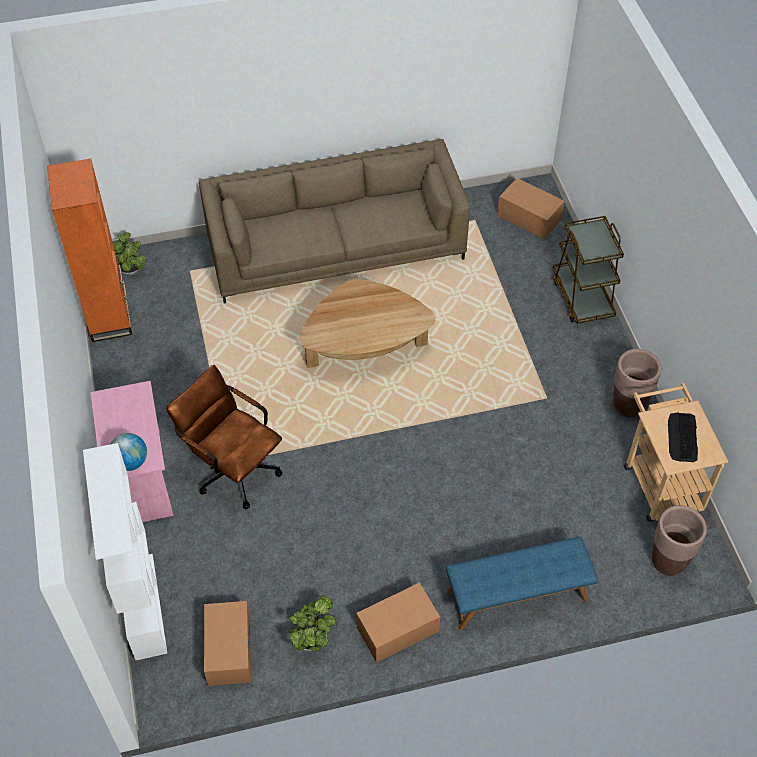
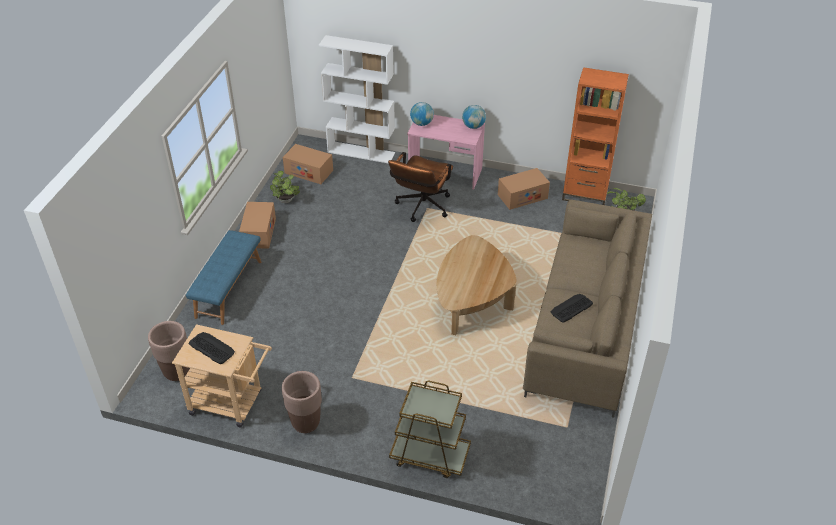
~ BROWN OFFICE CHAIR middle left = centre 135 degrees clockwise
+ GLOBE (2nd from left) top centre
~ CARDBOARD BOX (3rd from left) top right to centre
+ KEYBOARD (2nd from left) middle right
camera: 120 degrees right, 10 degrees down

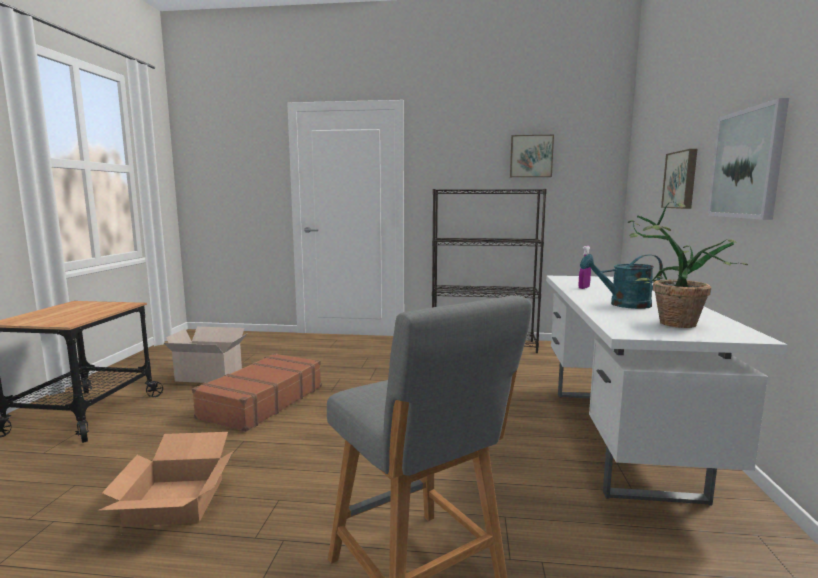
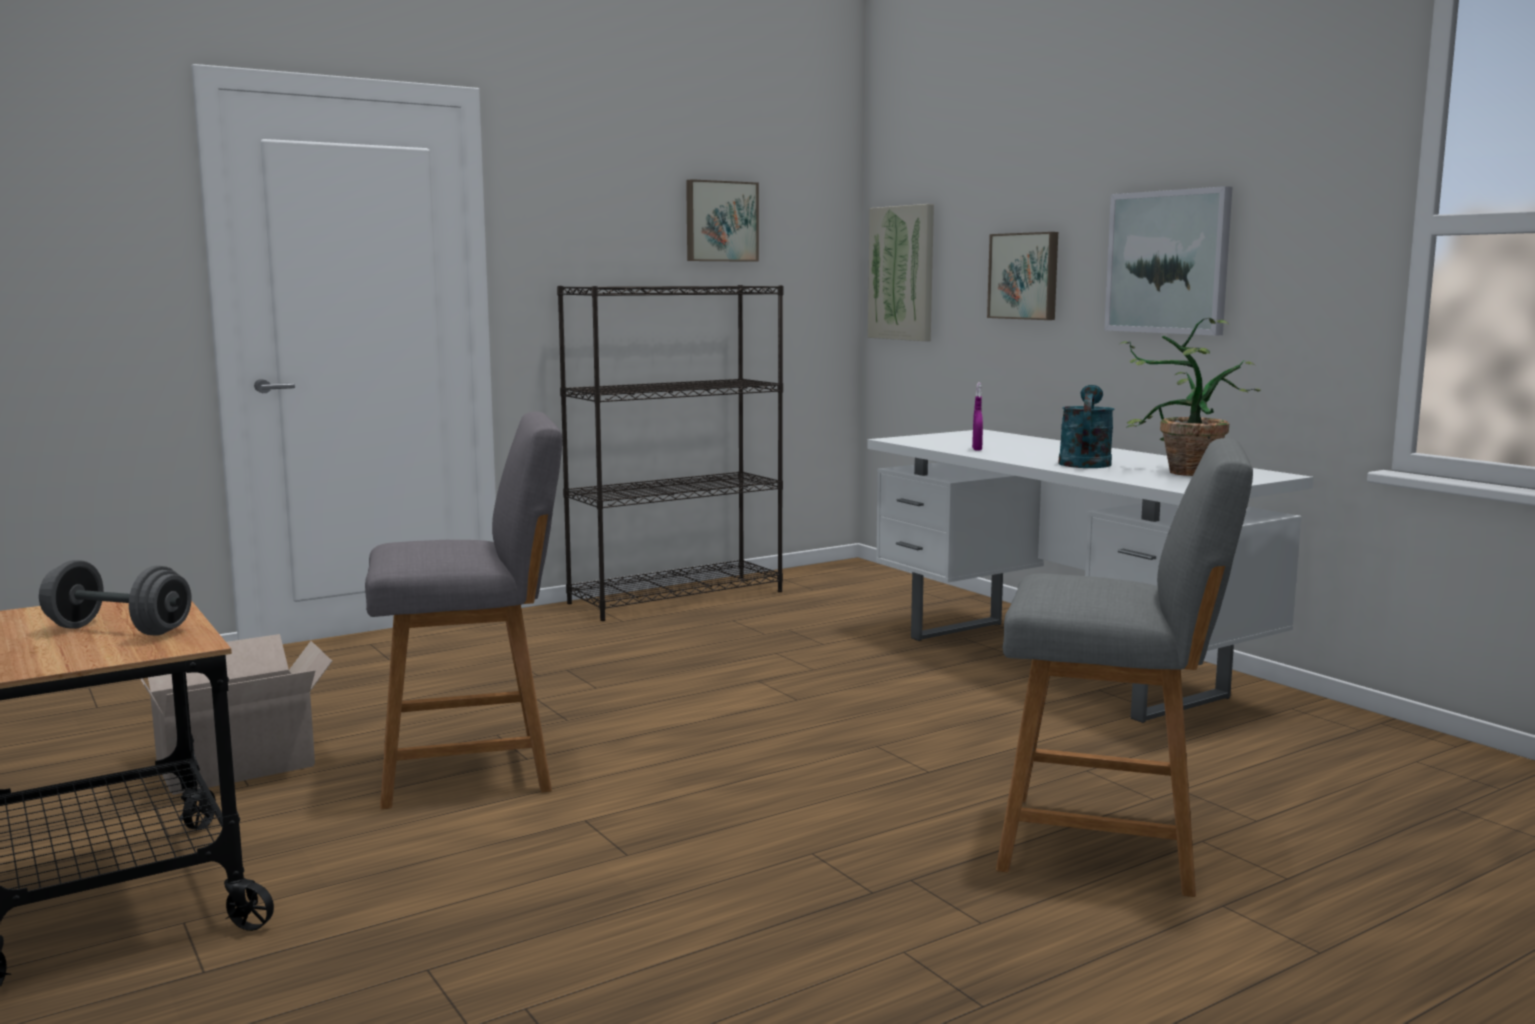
+ GREY DUMBBELL middle left
~ BROWN SUITCASE bottom left to GREY STOOL (1st from left) middle left
+ PICTURE (2nd from left) top centre
~ TURQUOISE WATERING CAN middle right = middle right 150 degrees clockwise
- CARDBOARD BOX (1st from left) bottom left
camera: 40 degrees left, 0 degrees up

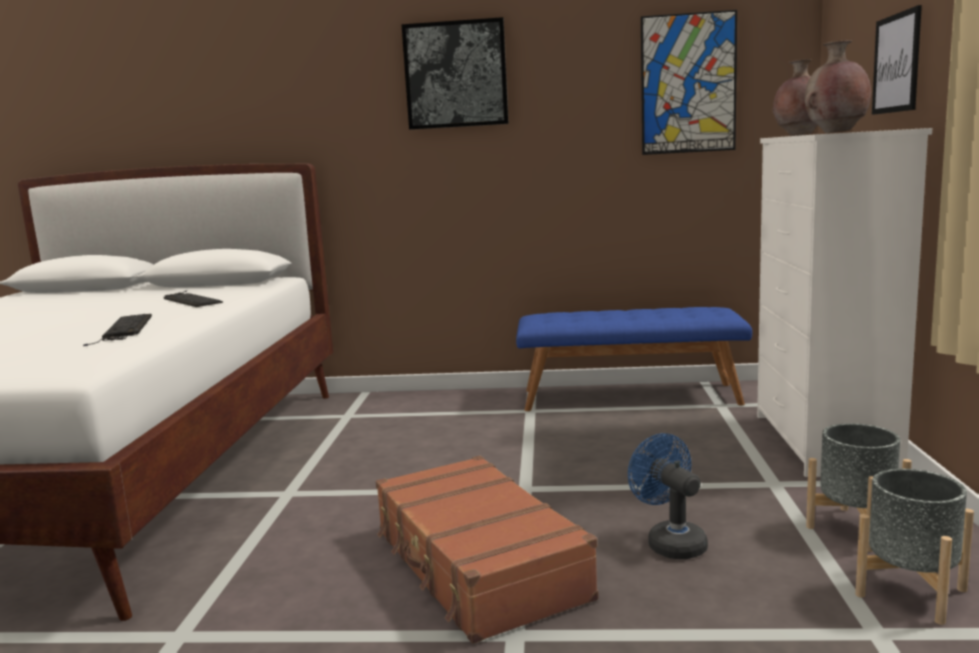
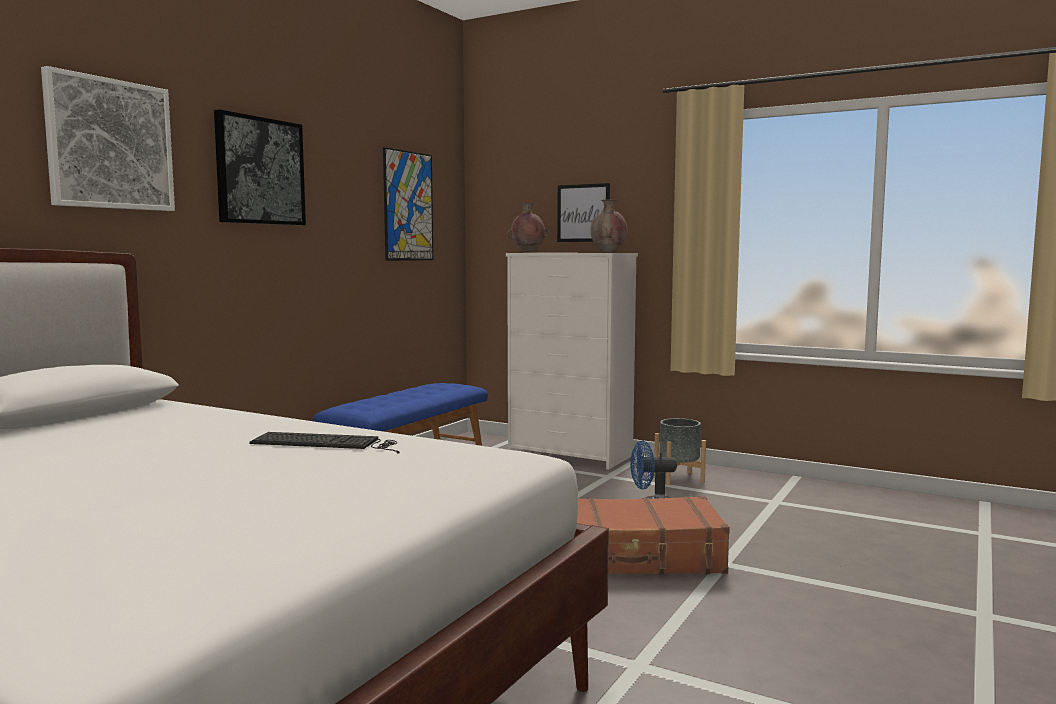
+ PICTURE (1st from left) top left
- KEYBOARD (2nd from left) middle left
- GREY PLANTER (2nd from left) bottom right
camera: 65 degrees left, 5 degrees down

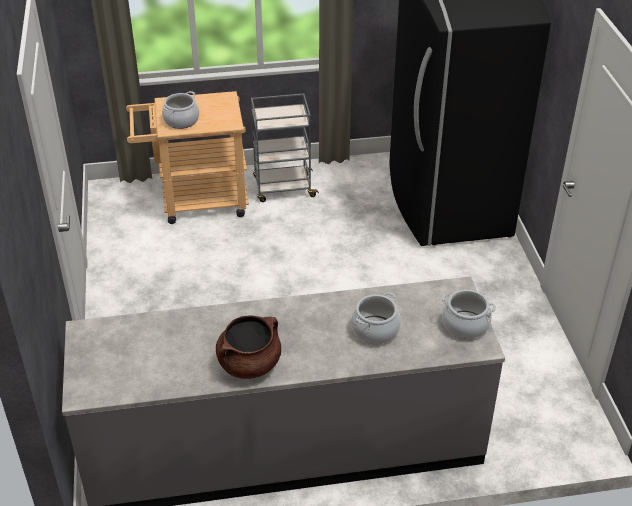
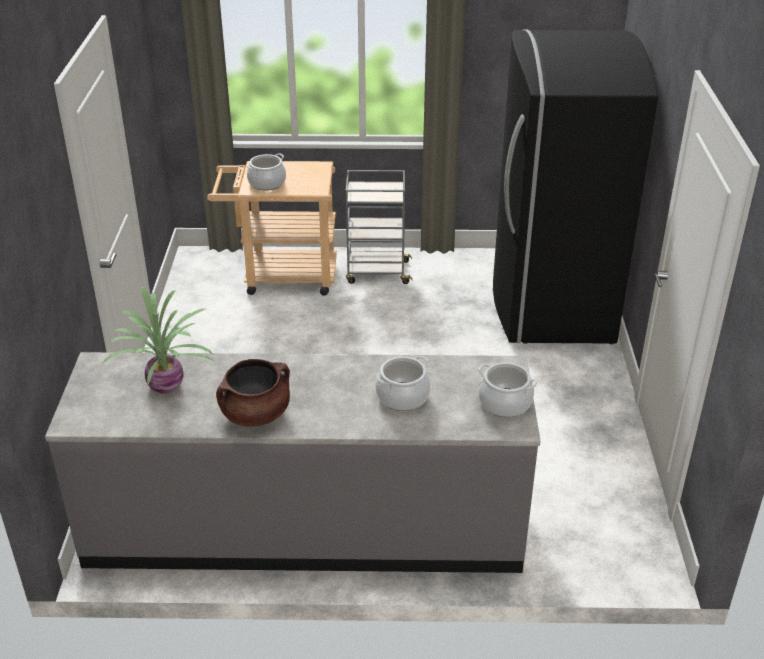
+ POTTED PLANT middle left
camera: 10 degrees right, 5 degrees down

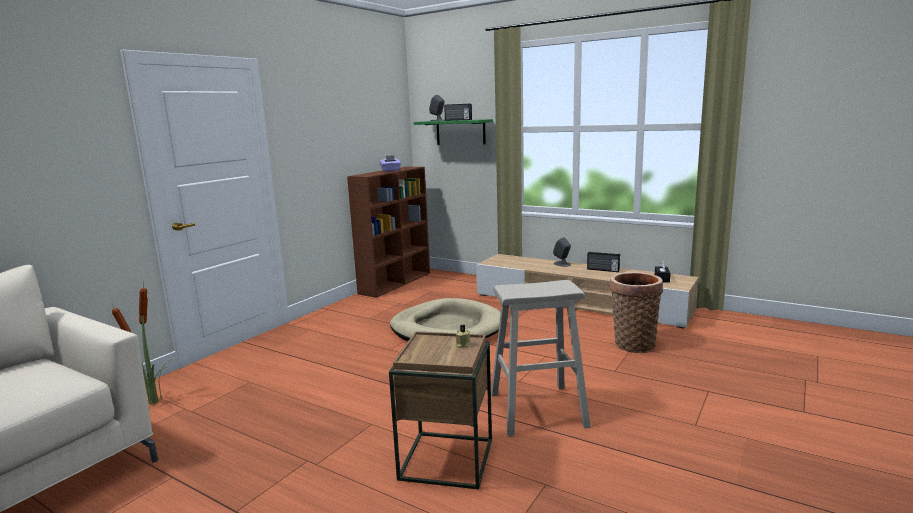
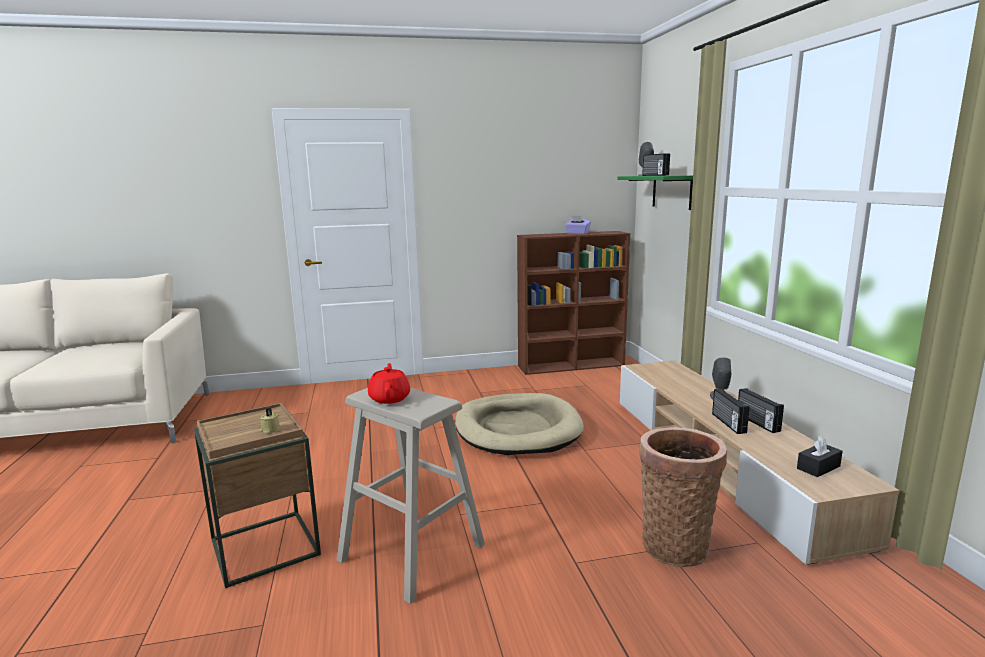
+ RED TEAPOT centre
+ RADIO (2nd from left) middle right
- POTTED PLANT bottom left
camera: 45 degrees right, 0 degrees up

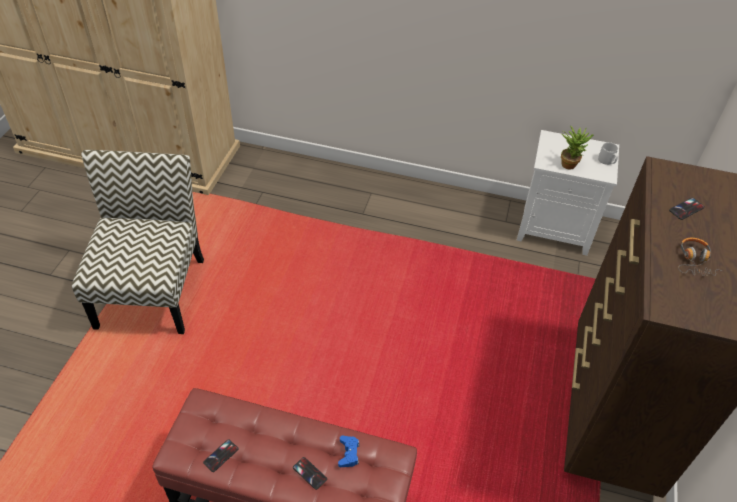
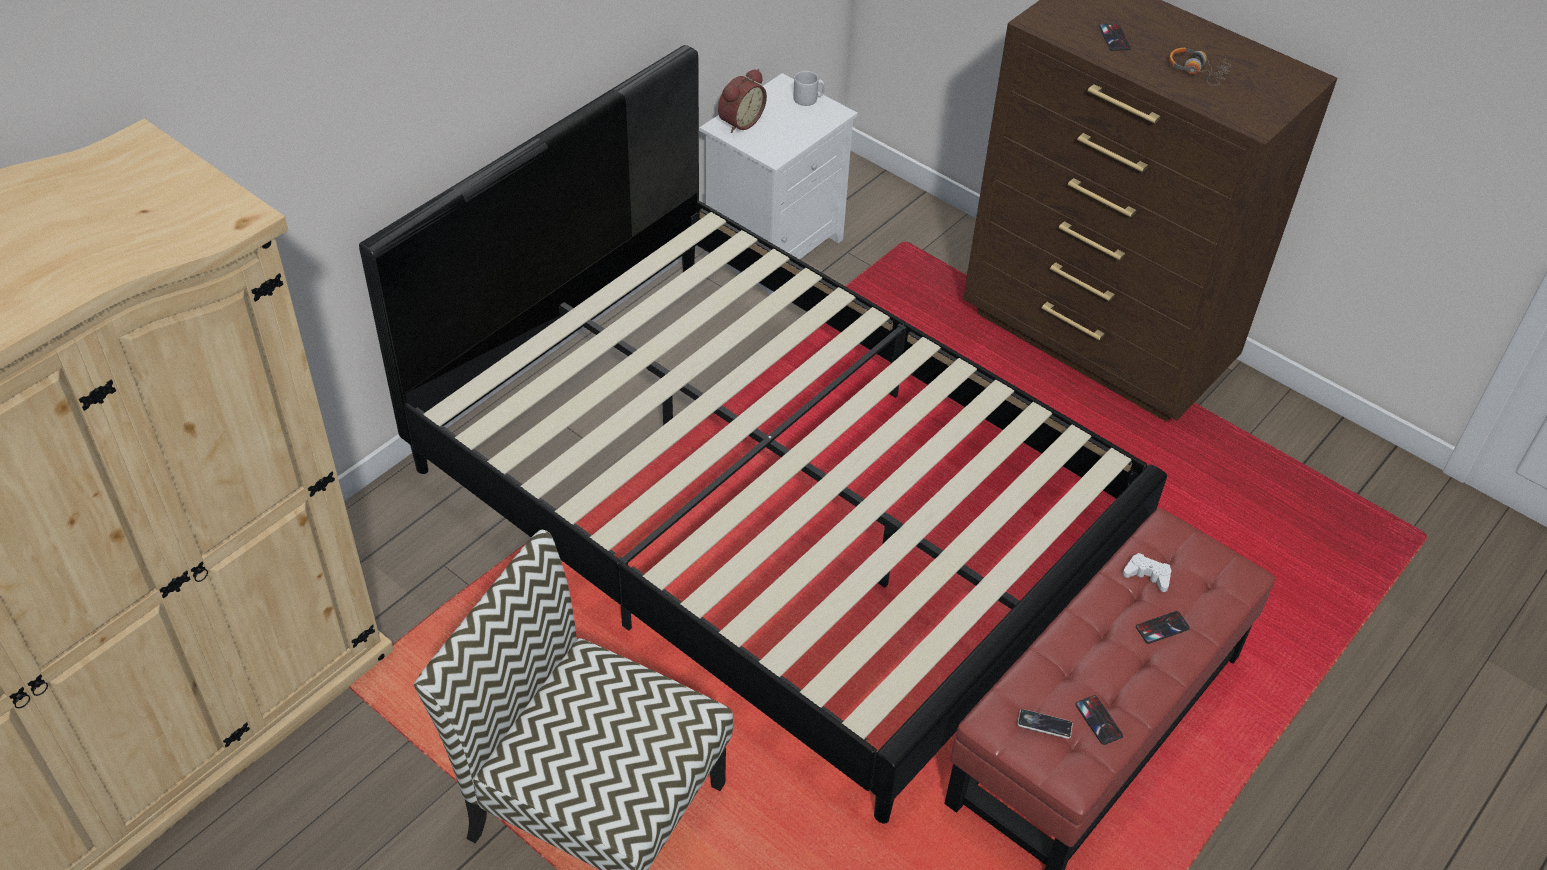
+ BLACK BED centre
+ ALARM CLOCK top centre
+ PHONE (1st from left) bottom right
~ BLUE GAME CONTROLLER bottom centre to WHITE GAME CONTROLLER middle right
- POTTED PLANT top right
camera: 65 degrees left, 0 degrees up

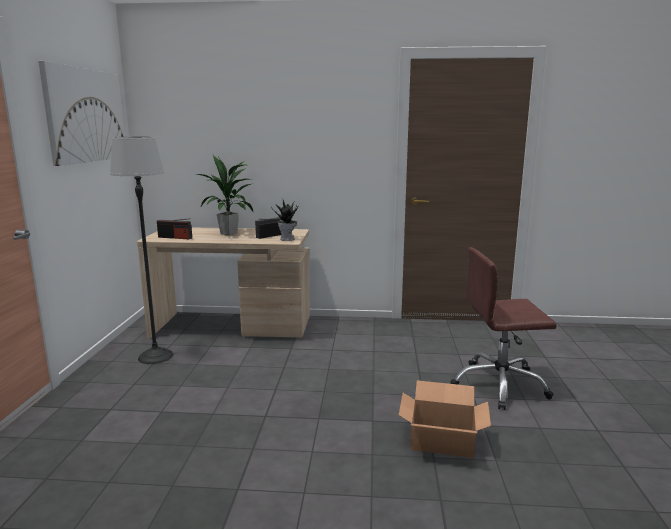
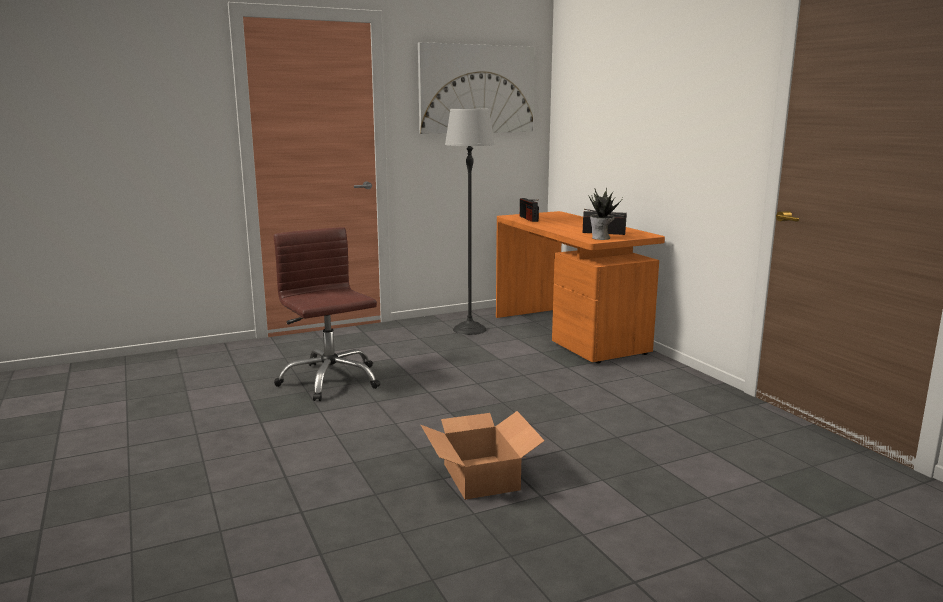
~ BROWN OFFICE CHAIR middle right to centre
~ BEIGE DESK middle left to ORANGE DESK centre
- POTTED PLANT (1st from left) centre
camera: 60 degrees right, 0 degrees up

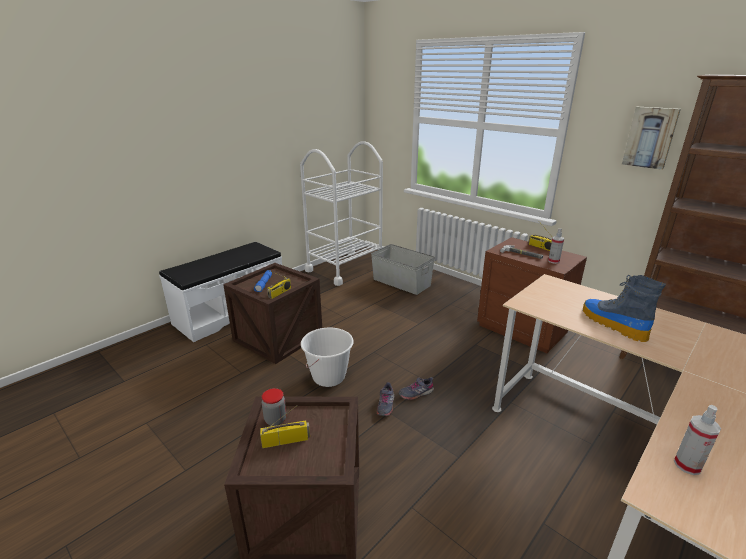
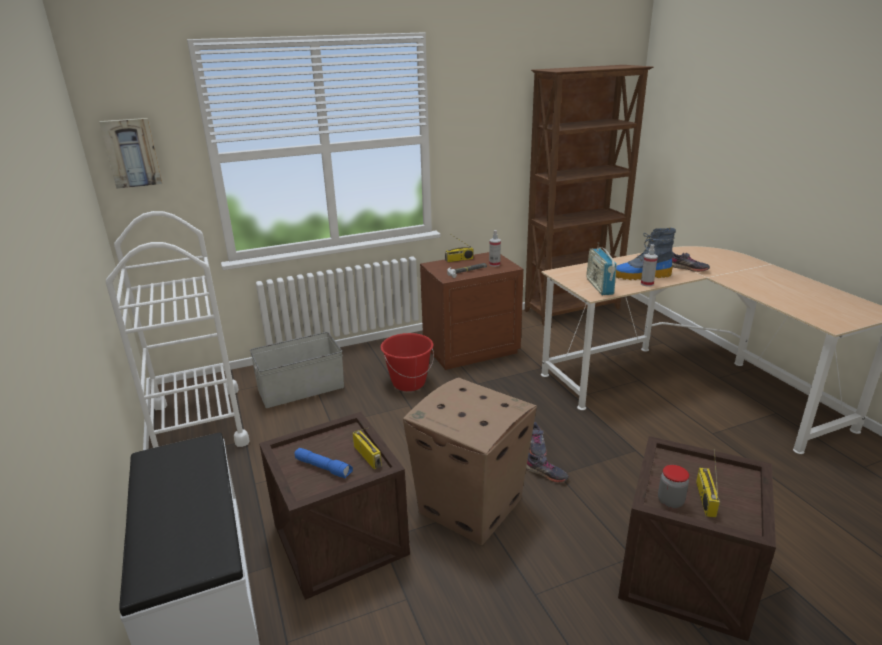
~ PICTURE top right to top left
+ RED BUCKET centre
~ WHITE BUCKET centre to CARDBOARD BOX bottom centre
+ RADIO (3rd from left) middle right
~ SPRAY BOTTLE (2nd from left) bottom right to middle right
+ GREY SHOE (3rd from left) middle right
camera: 65 degrees left, 0 degrees up

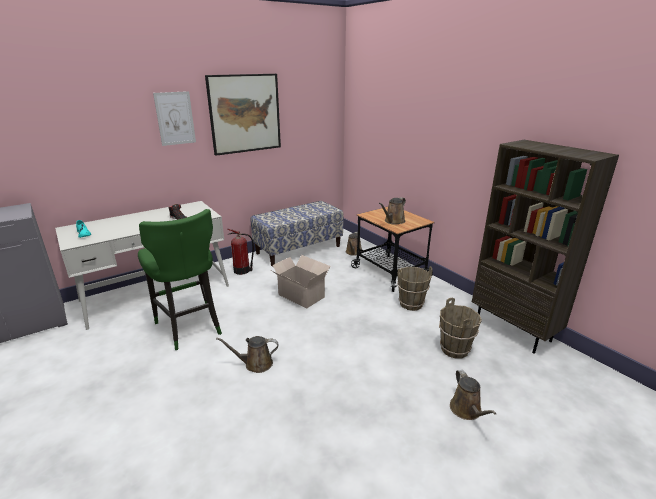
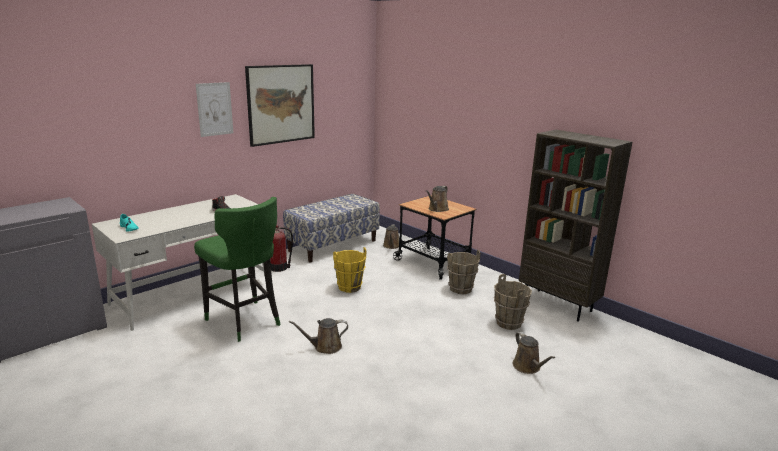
~ CARDBOARD BOX centre to YELLOW BUCKET centre
camera: 10 degrees left, 5 degrees down

